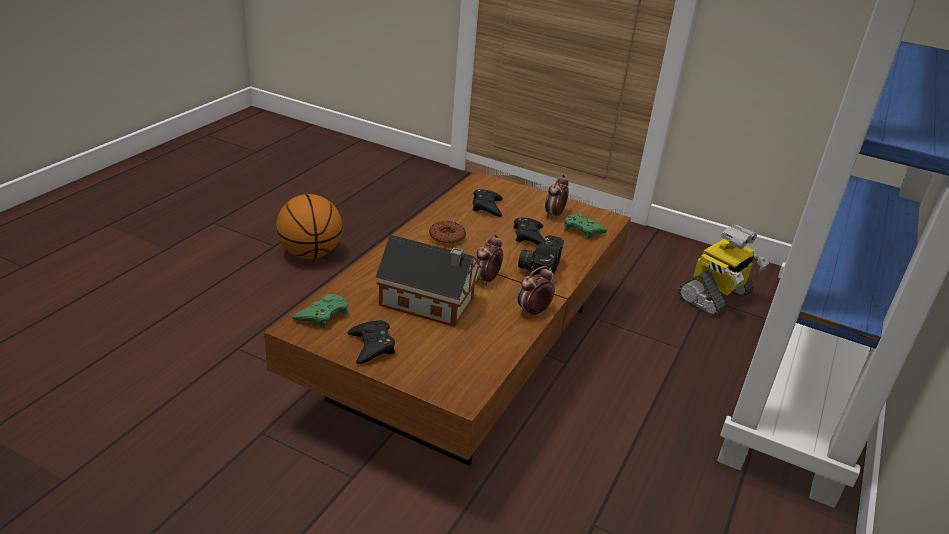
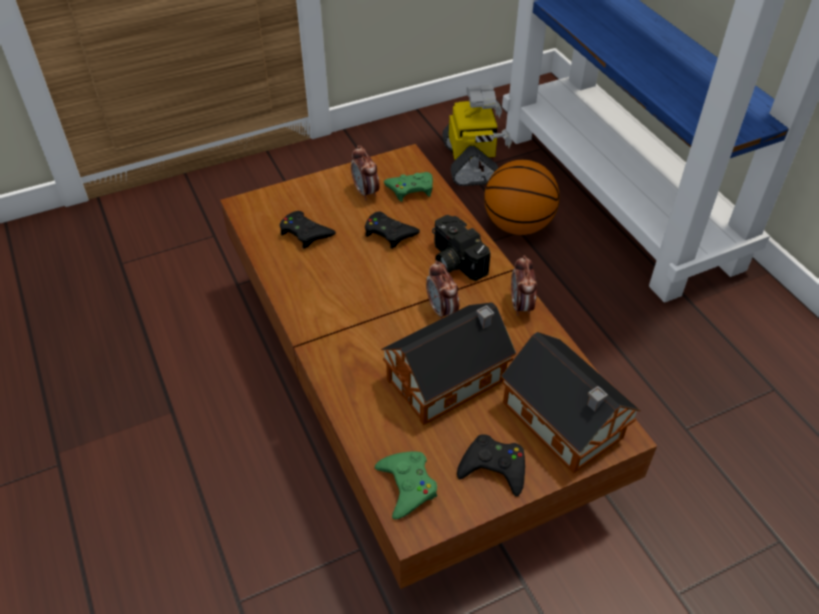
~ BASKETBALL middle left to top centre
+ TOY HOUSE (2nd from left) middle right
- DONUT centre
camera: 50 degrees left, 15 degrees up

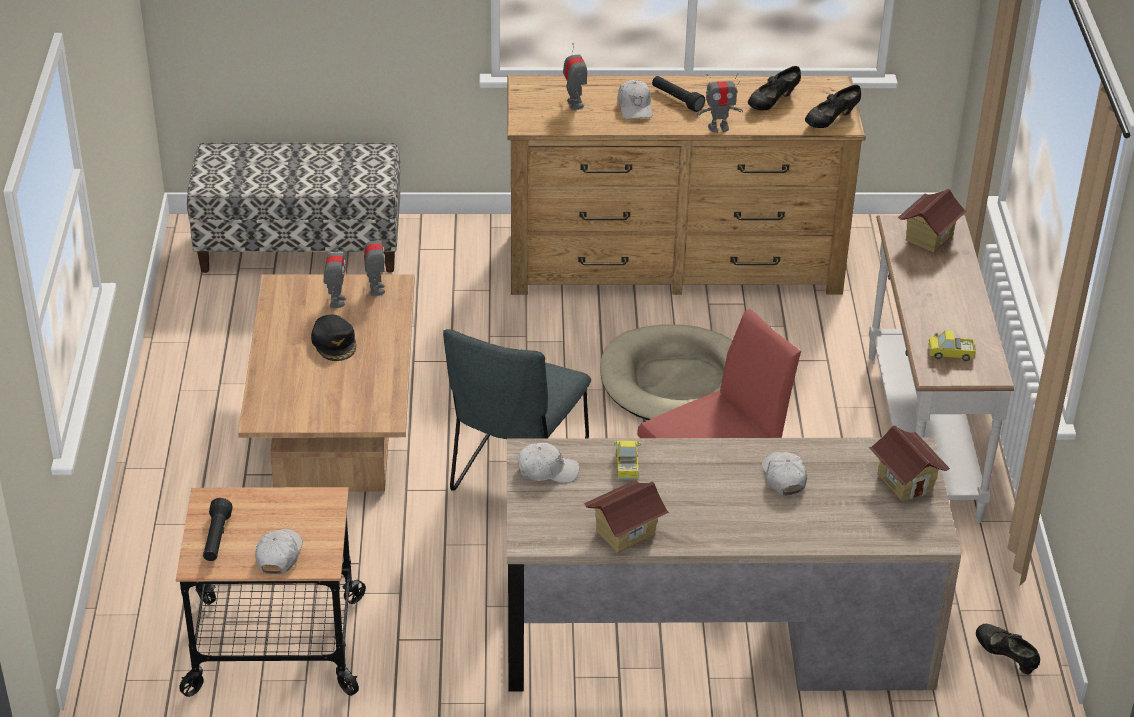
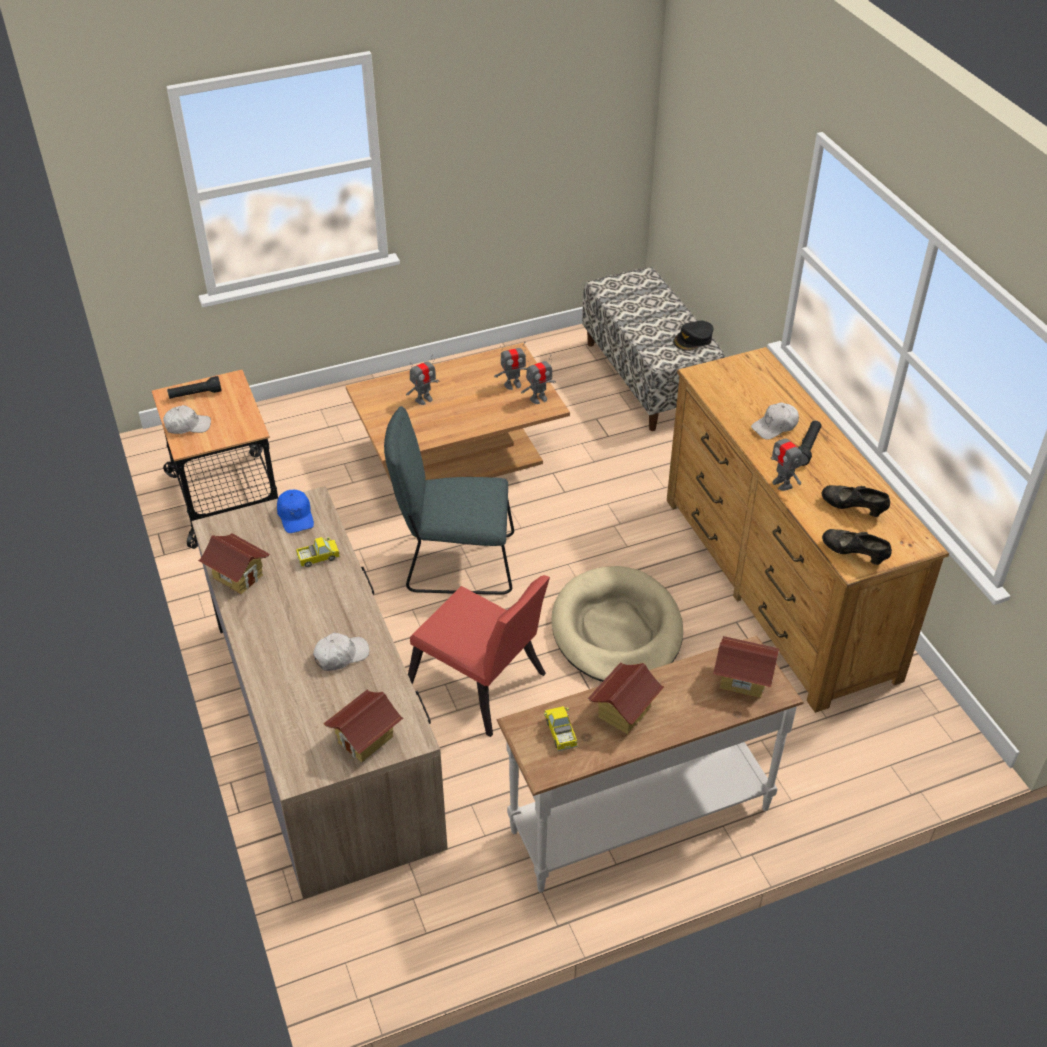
~ WHITE CAP (2nd from left) centre to BLUE CAP middle left
~ TOY ROBOT (3rd from left in the first image) top centre to TOY ROBOT (1st from left) centre
+ TOY HOUSE (3rd from left) bottom centre
~ BLACK CAP middle left to top centre
- BLACK SHOE (3rd from left) bottom right
camera: 70 degrees right, 5 degrees up

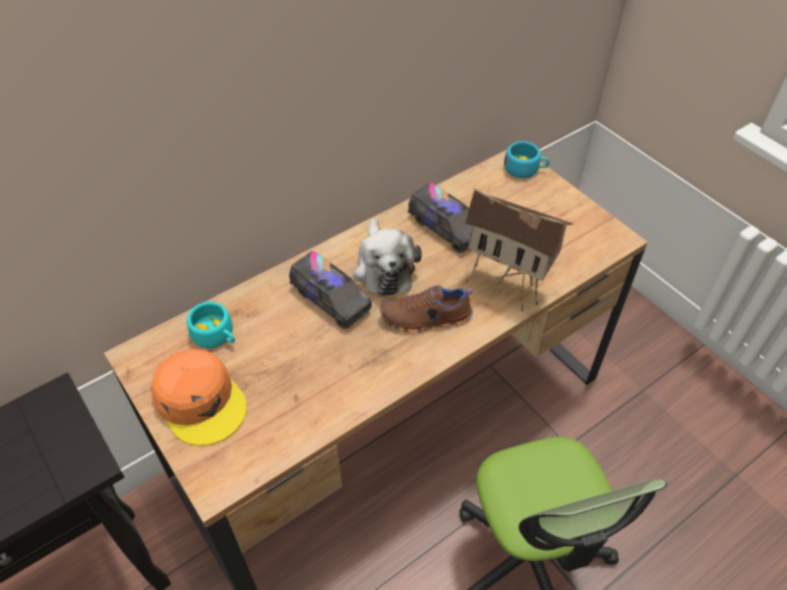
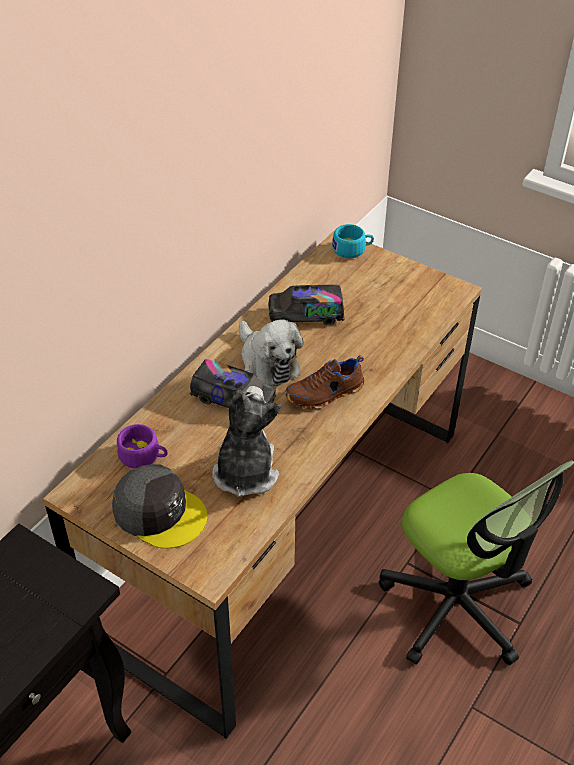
~ ORANGE CAP bottom left to GREY CAP middle left
~ TURQUOISE CUP (1st from left) middle left to PURPLE CUP middle left
+ PLUSH TOY (1st from left) centre
~ TOY TRUCK (2nd from left) centre = centre 150 degrees clockwise
- TOY HOUSE centre
camera: 20 degrees left, 5 degrees down

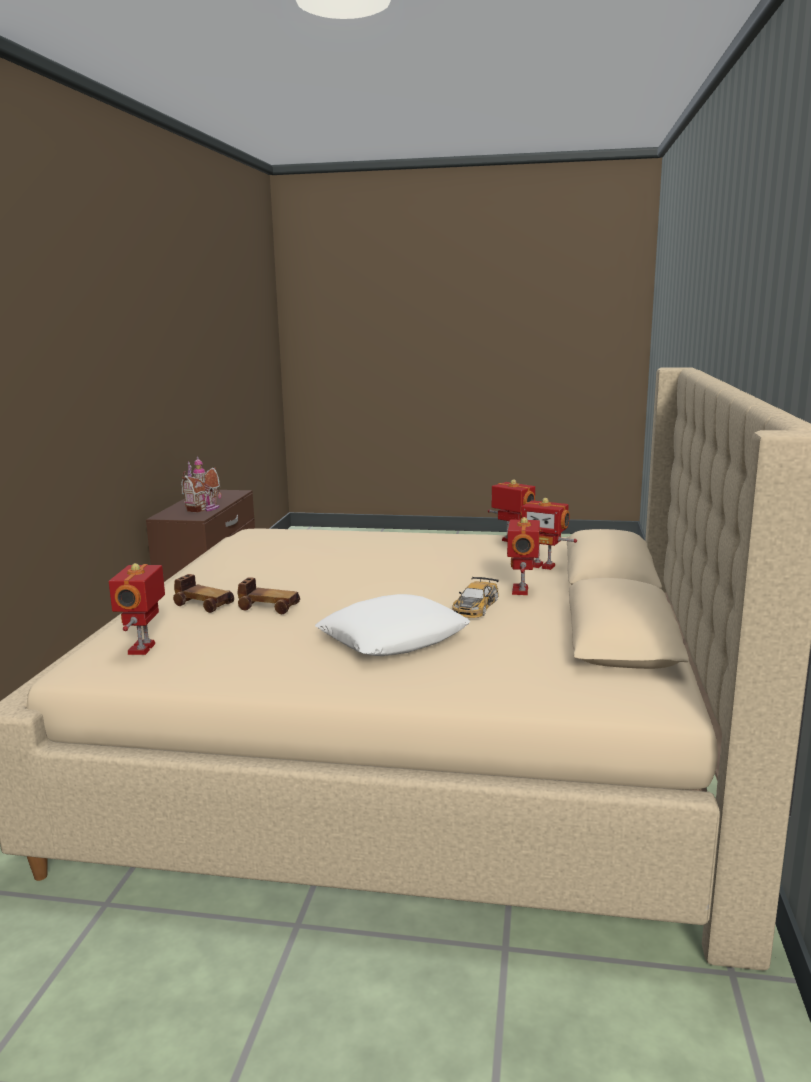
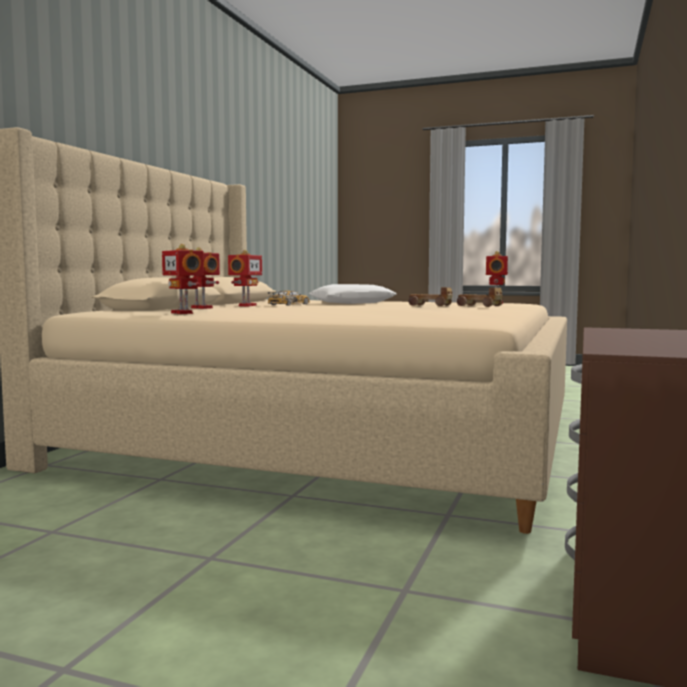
- TOY HOUSE middle left
camera: 170 degrees left, 10 degrees down

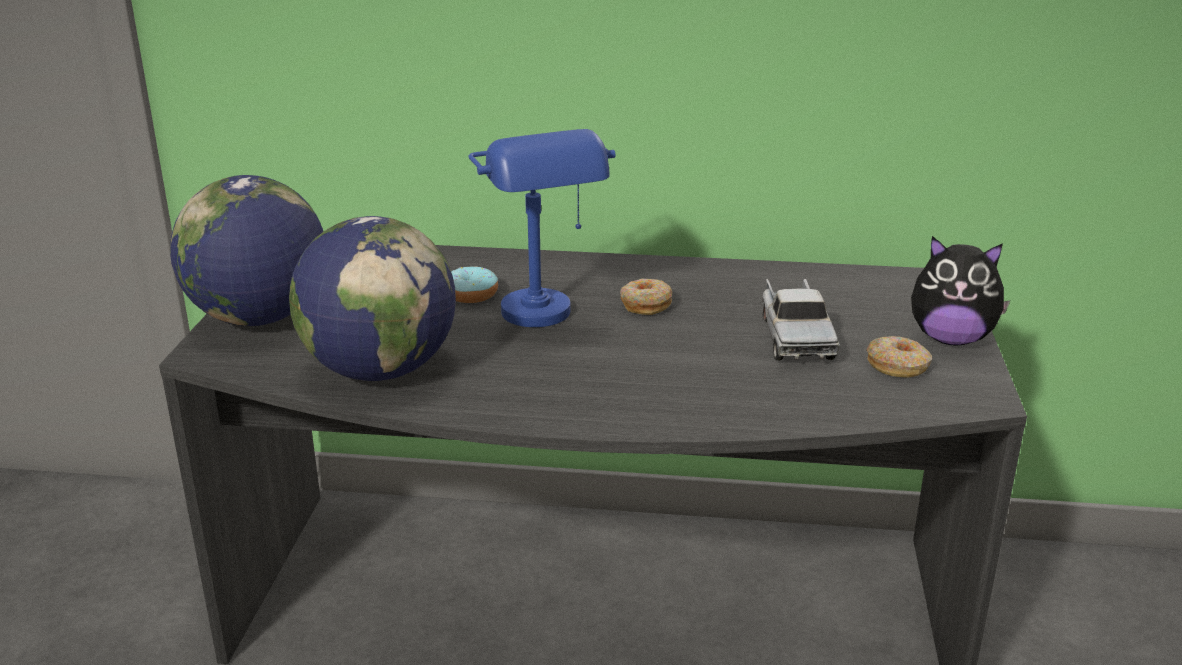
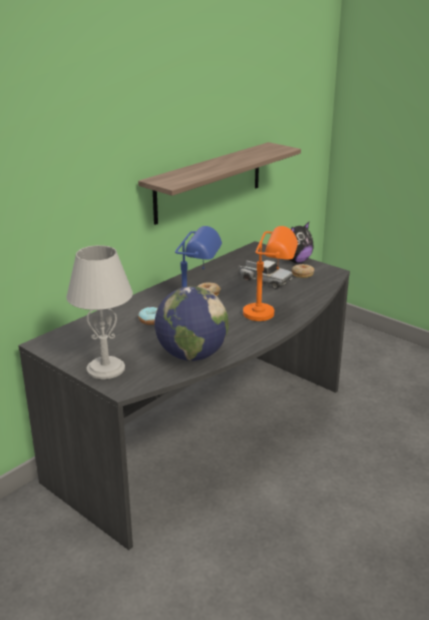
~ GLOBE (1st from left) middle left to GREY TABLE LAMP middle left
+ SHELF top centre
+ ORANGE TABLE LAMP centre
camera: 55 degrees left, 0 degrees up

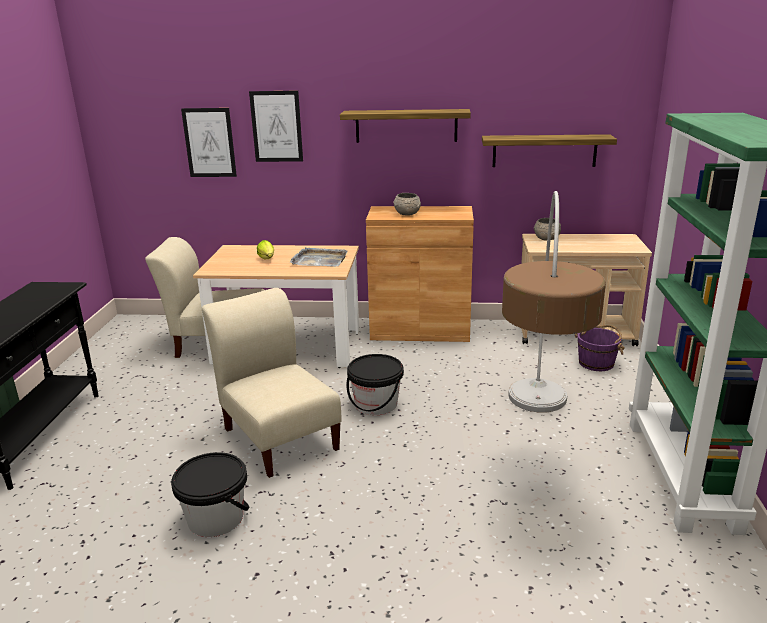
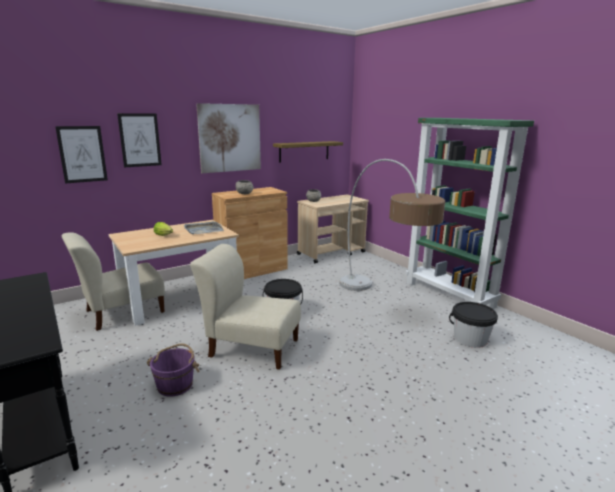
~ PURPLE BUCKET middle right to bottom left
~ SHELF (1st from left) top centre to PICTURE (3rd from left) top centre
~ BLACK BUCKET (1st from left in the first image) bottom left to BLACK BUCKET (2nd from left) middle right
camera: 40 degrees left, 5 degrees down

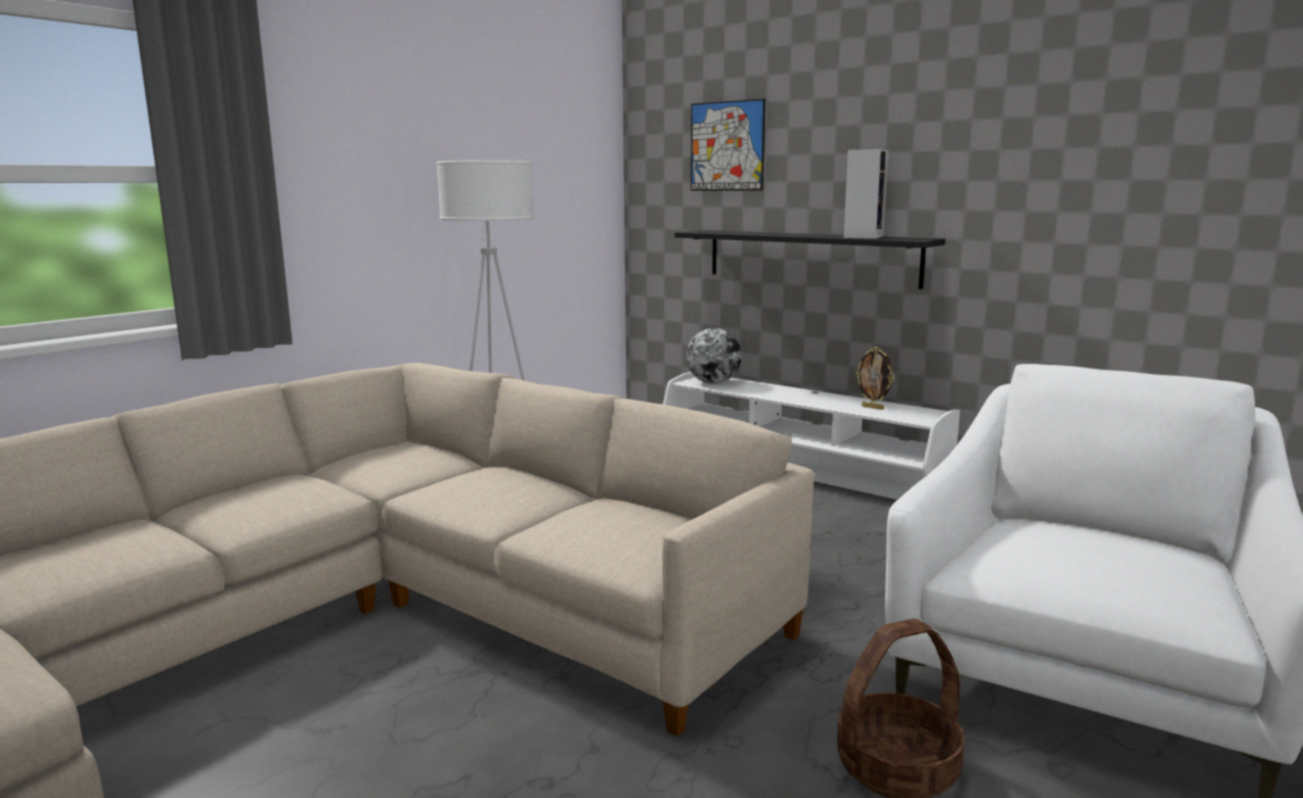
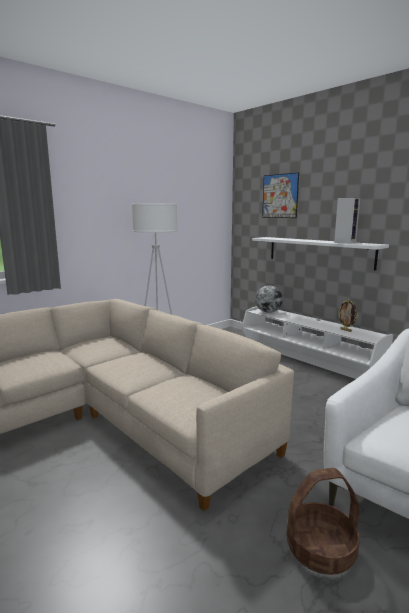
~ BLACK SHELF top centre to WHITE SHELF middle right
camera: 10 degrees right, 0 degrees up

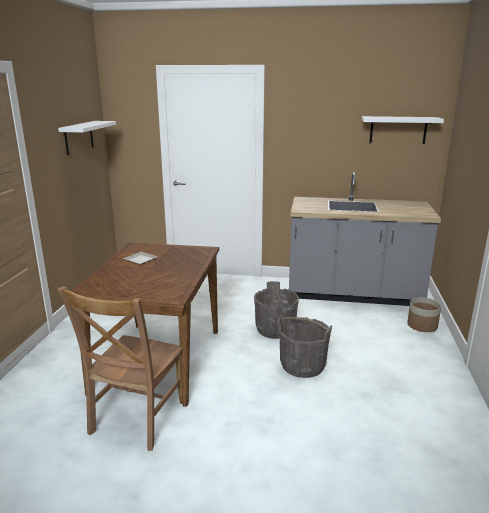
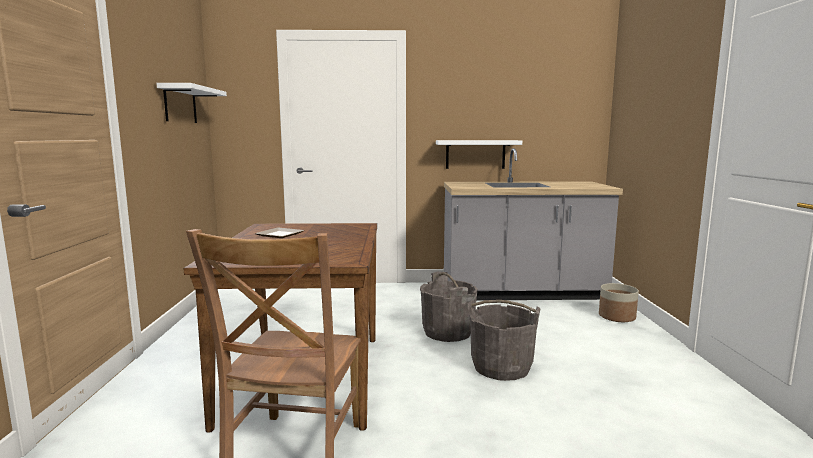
~ WHITE SHELF (2nd from left) top right to centre
camera: 10 degrees left, 10 degrees down

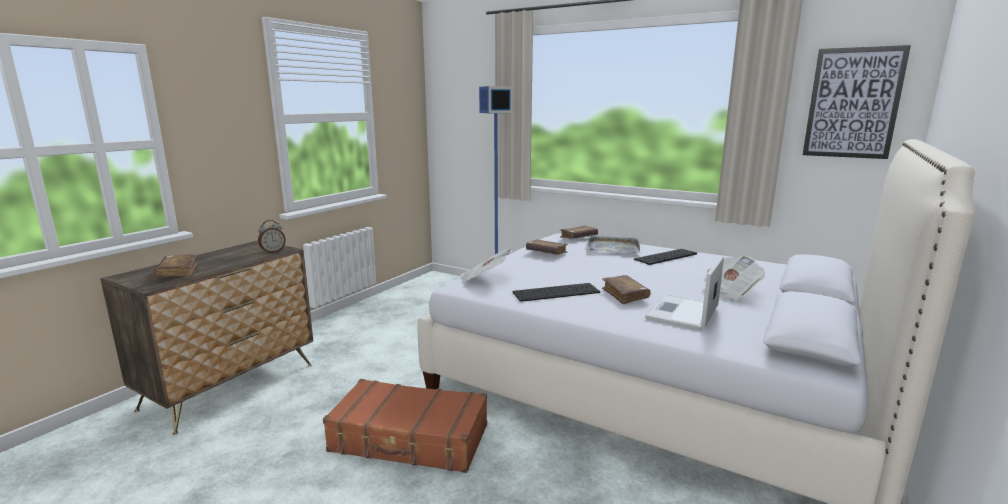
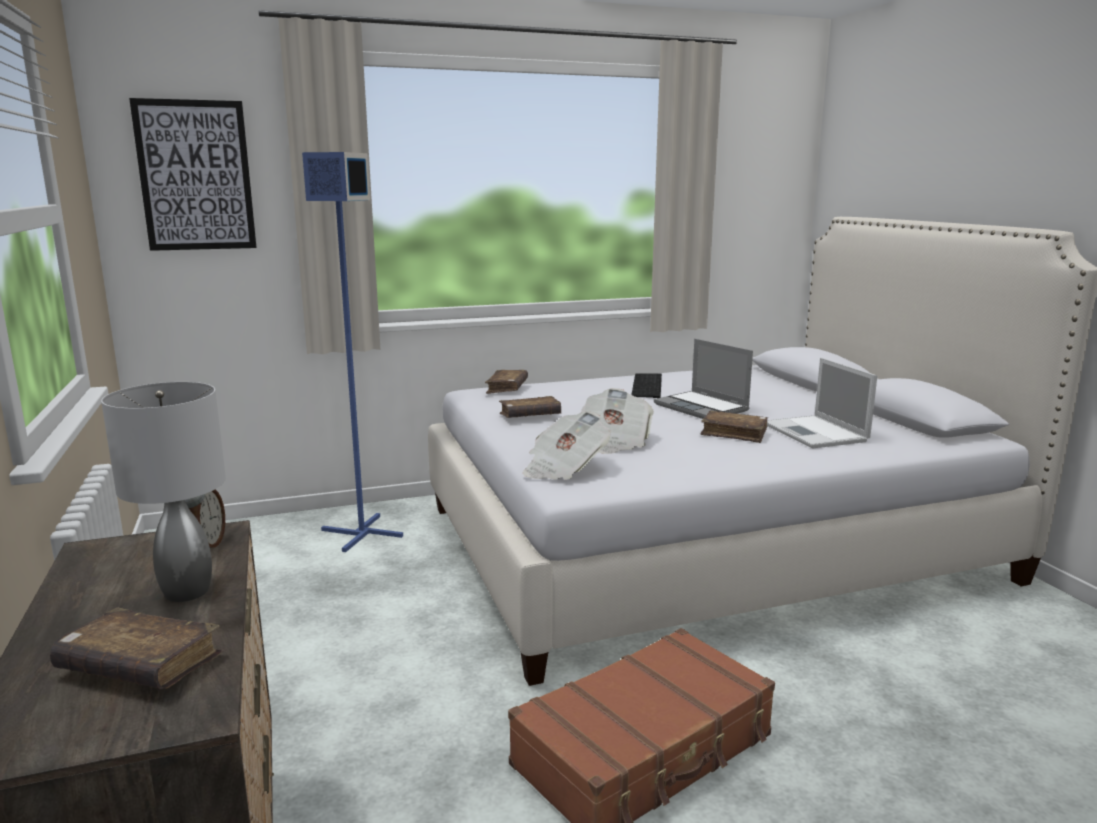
+ GREY TABLE LAMP middle left
~ PICTURE top right to top left
~ NEWSPAPER (2nd from left) middle right to centre
+ LAPTOP (1st from left) centre
- KEYBOARD (1st from left) centre
- GREY TRAY centre
camera: 50 degrees left, 0 degrees up

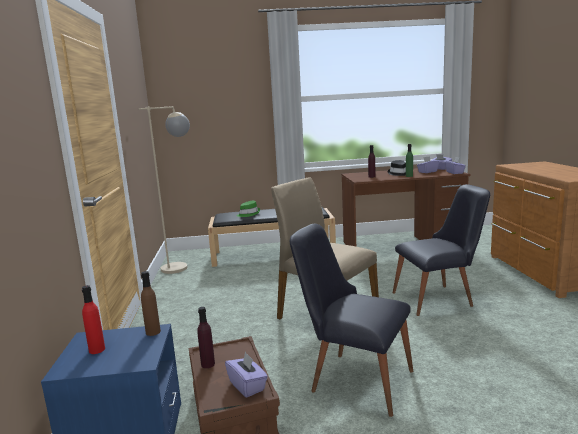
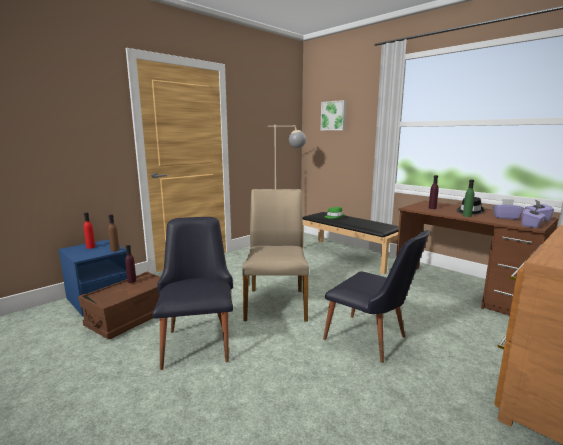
+ PICTURE top centre
- PURPLE TISSUE BOX (1st from left) bottom centre
camera: 50 degrees right, 0 degrees up

